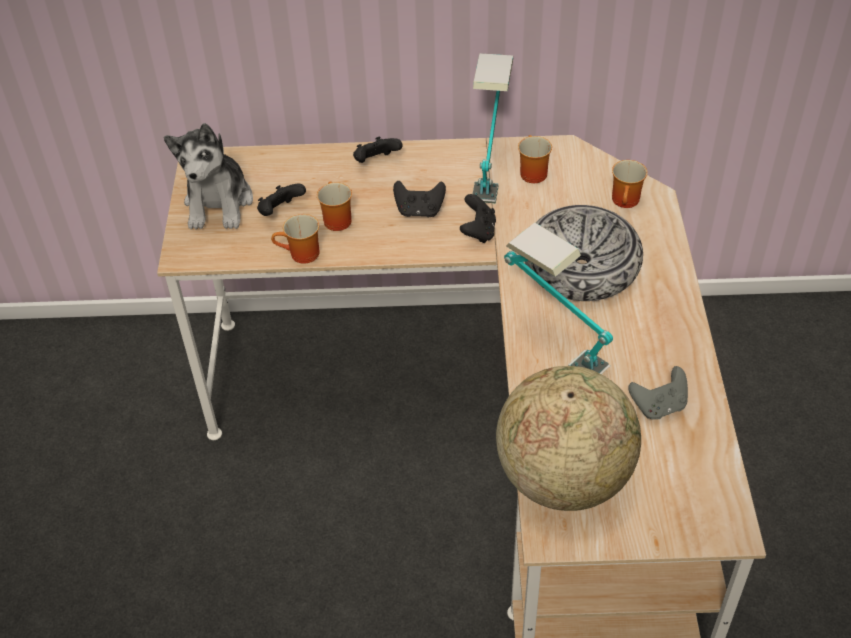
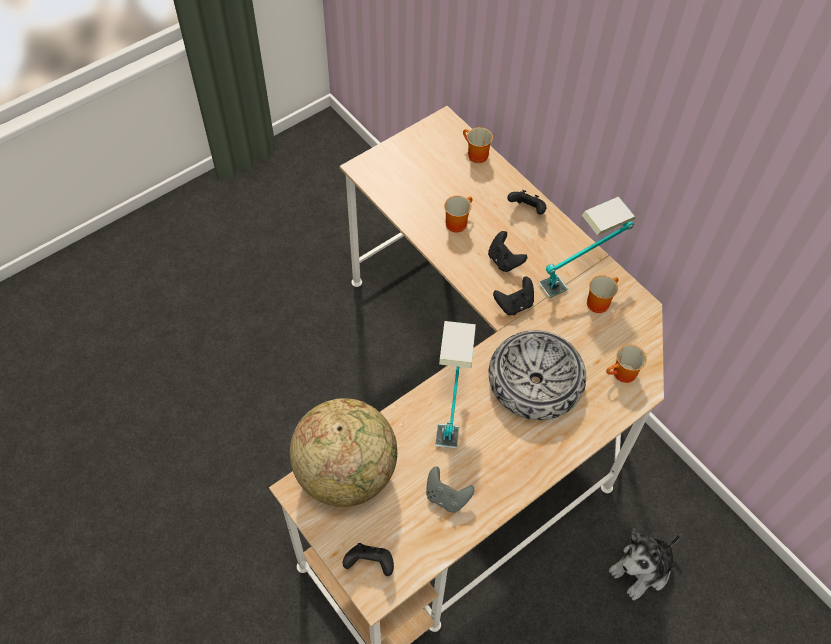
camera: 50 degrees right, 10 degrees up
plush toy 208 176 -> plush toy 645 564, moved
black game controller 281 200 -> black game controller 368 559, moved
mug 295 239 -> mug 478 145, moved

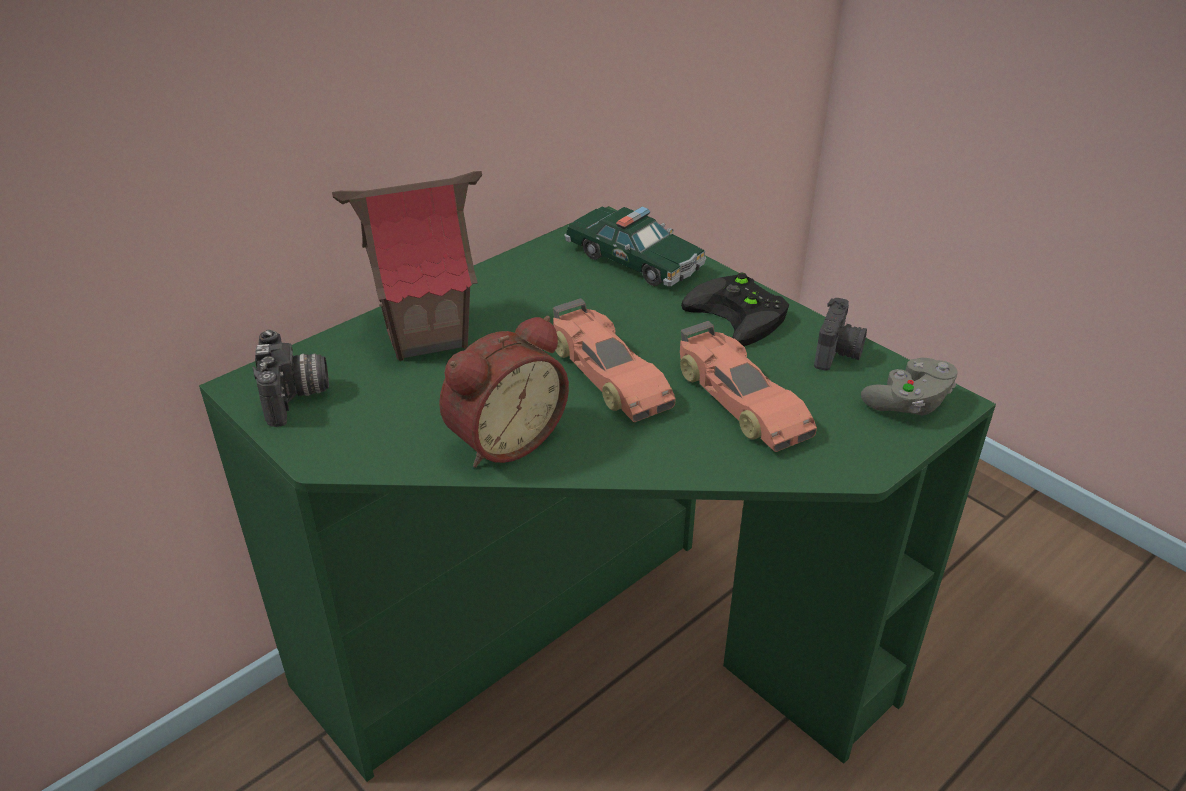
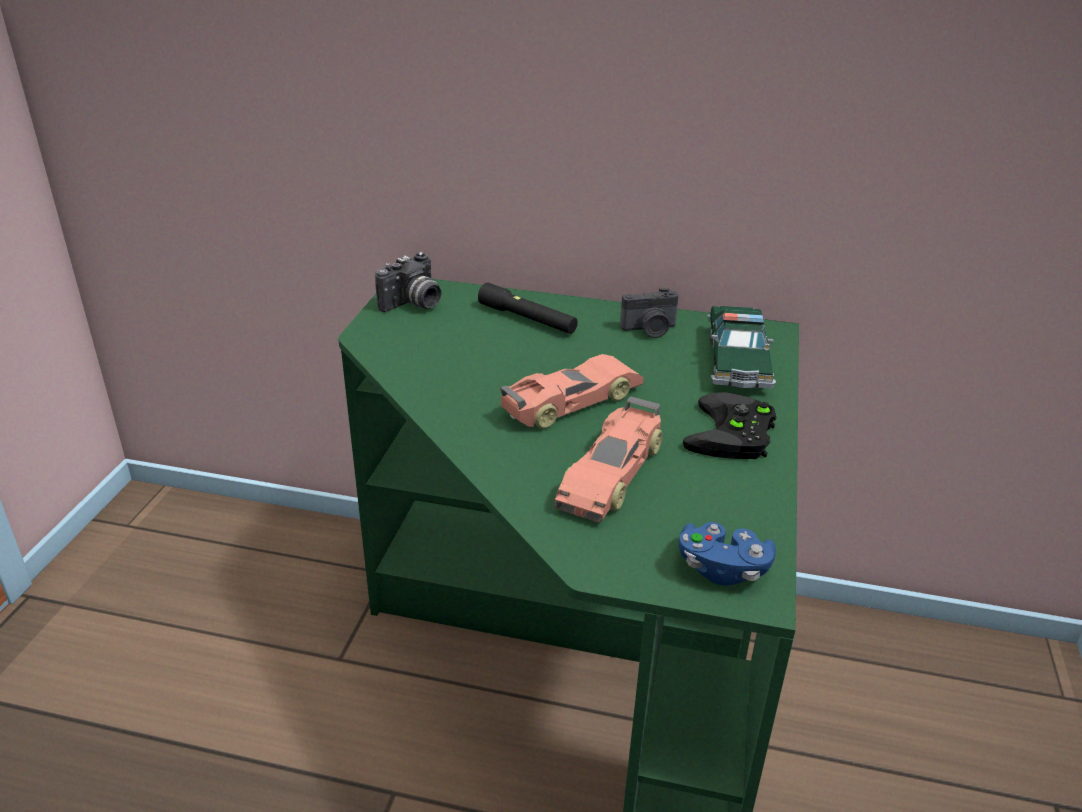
camera: 55 degrees right, 5 degrees down
toy house 407 266 -> black flashlight 528 308
alarm clock 504 392 -> none
toy car 614 360 -> toy car 572 391, 150 degrees counterclockwise
photo camera 840 334 -> photo camera 649 313, moved
grey game controller 909 386 -> blue game controller 727 554

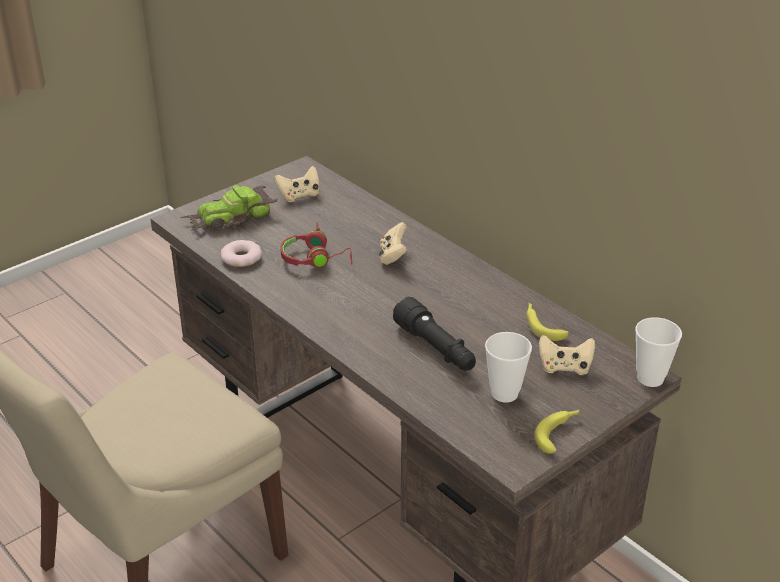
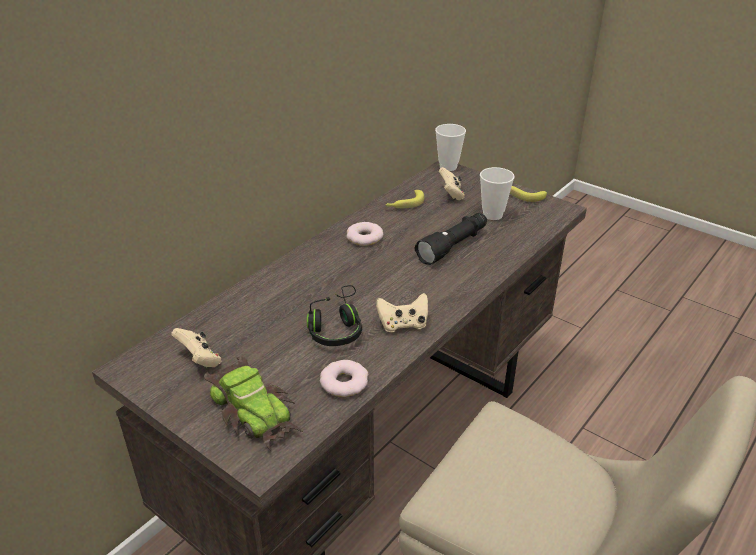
camera: 100 degrees left, 0 degrees up
red headphones 316 245 -> black headphones 334 315
beige game controller 393 243 -> beige game controller 402 313, moved
none -> donut 365 234

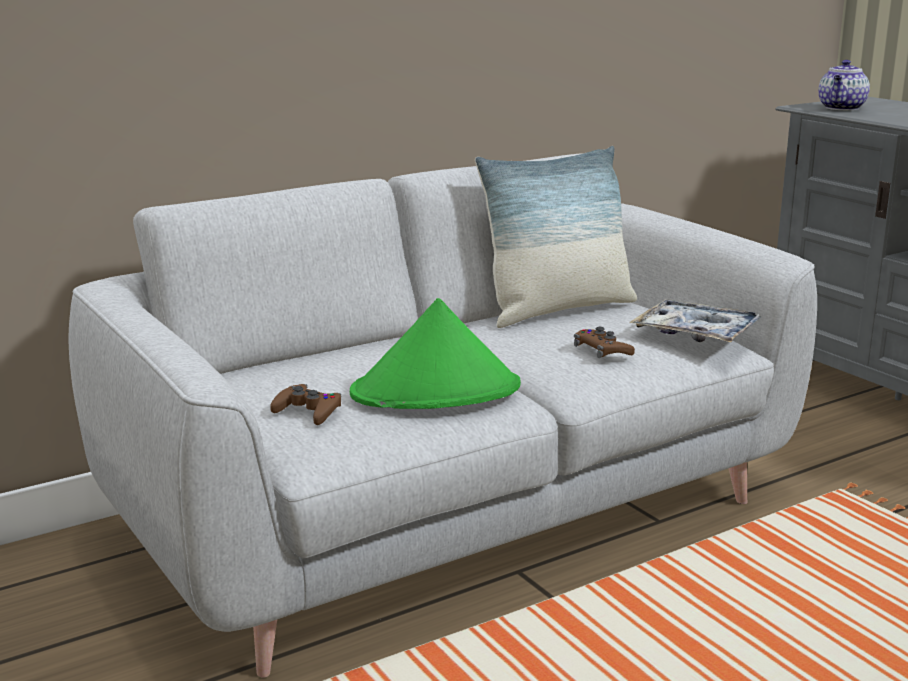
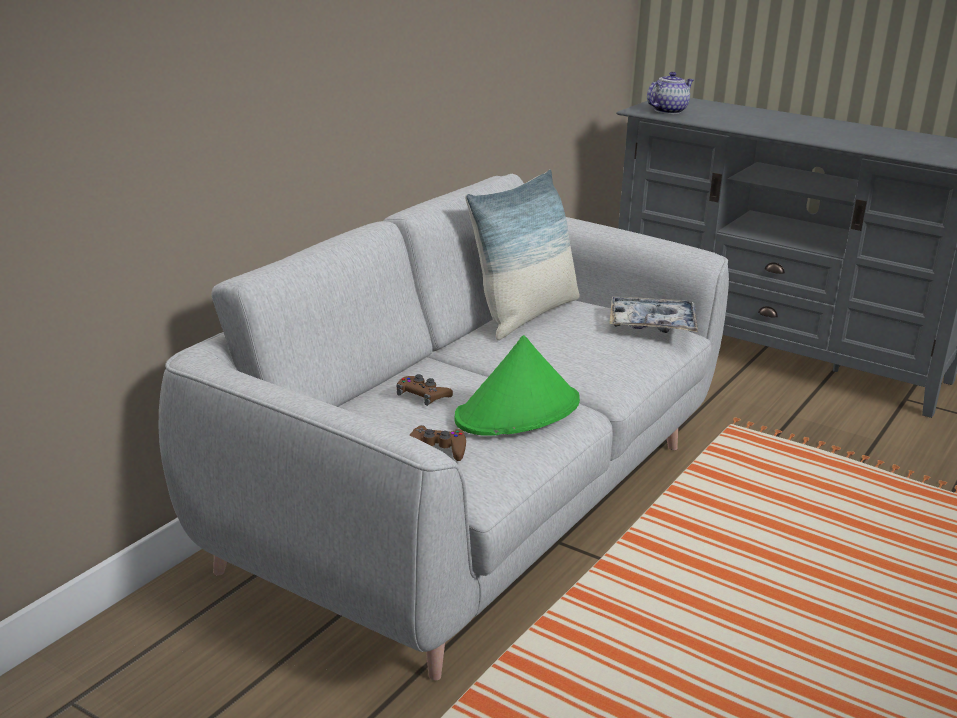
camera: 25 degrees left, 5 degrees up
brown game controller 604 342 -> brown game controller 424 390, moved
teapot 844 85 -> teapot 670 93, 135 degrees counterclockwise

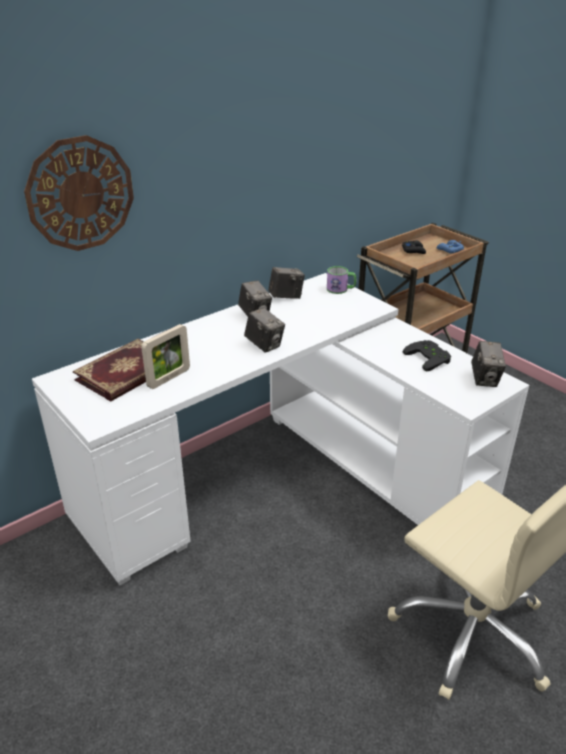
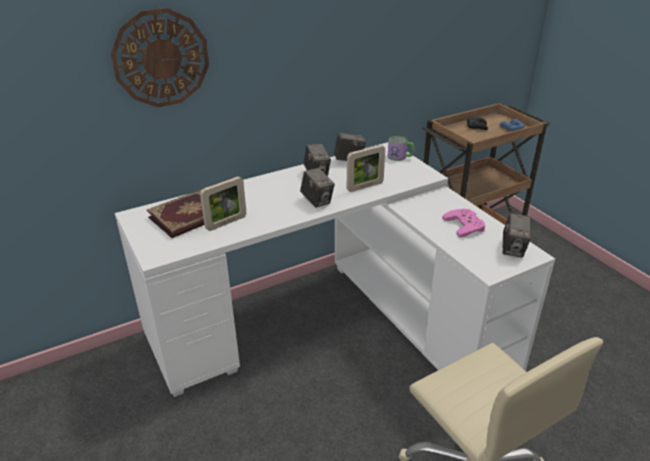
camera: 10 degrees right, 0 degrees up
black game controller 427 356 -> pink game controller 463 223
none -> picture frame 366 168

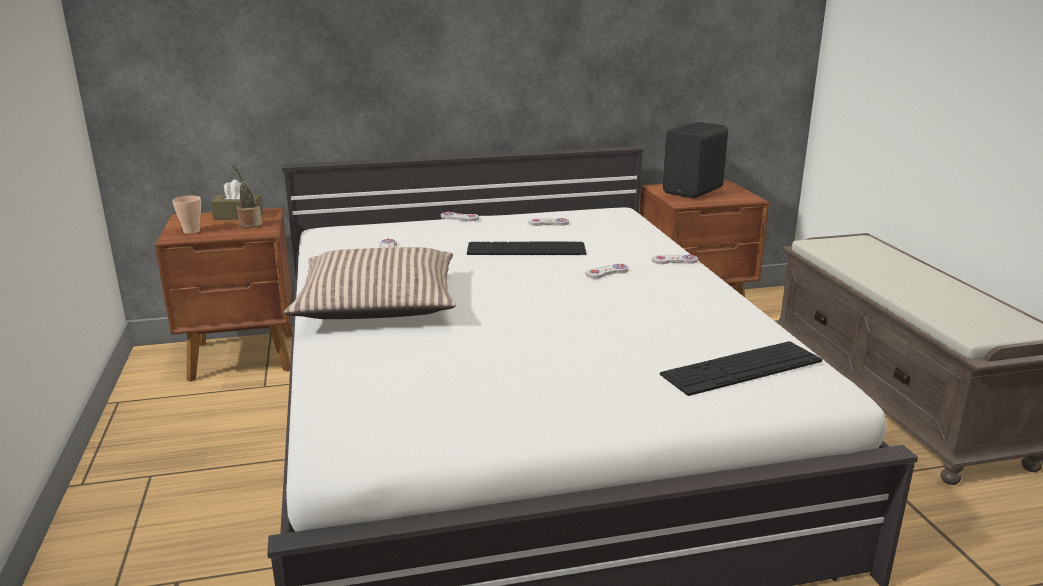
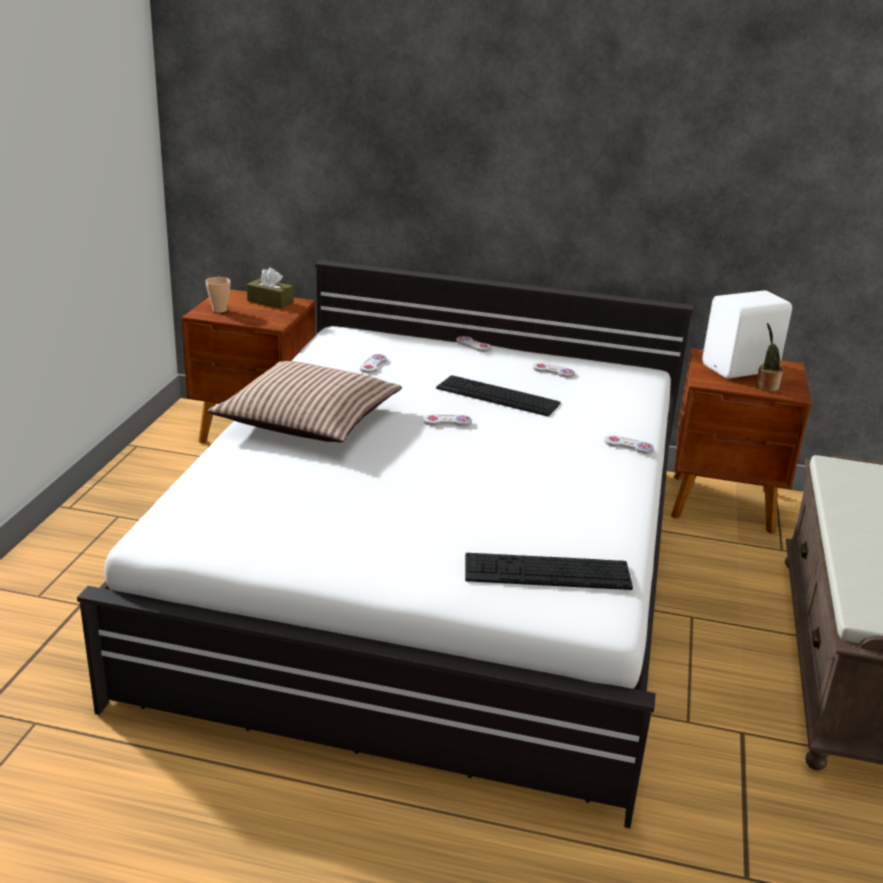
camera: 25 degrees right, 5 degrees up
potted plant 247 196 -> potted plant 769 357, moved
white game controller 607 271 -> white game controller 447 420, moved
black speaker 695 160 -> white speaker 747 334

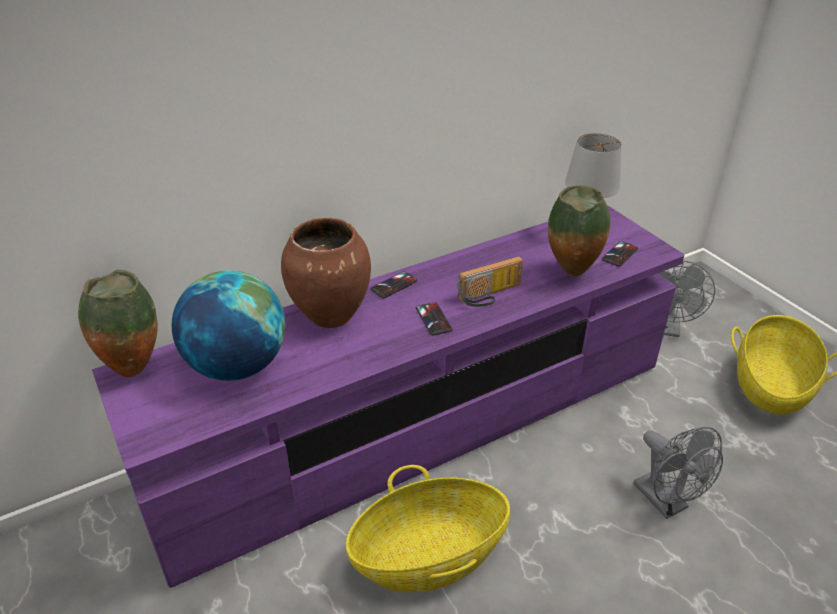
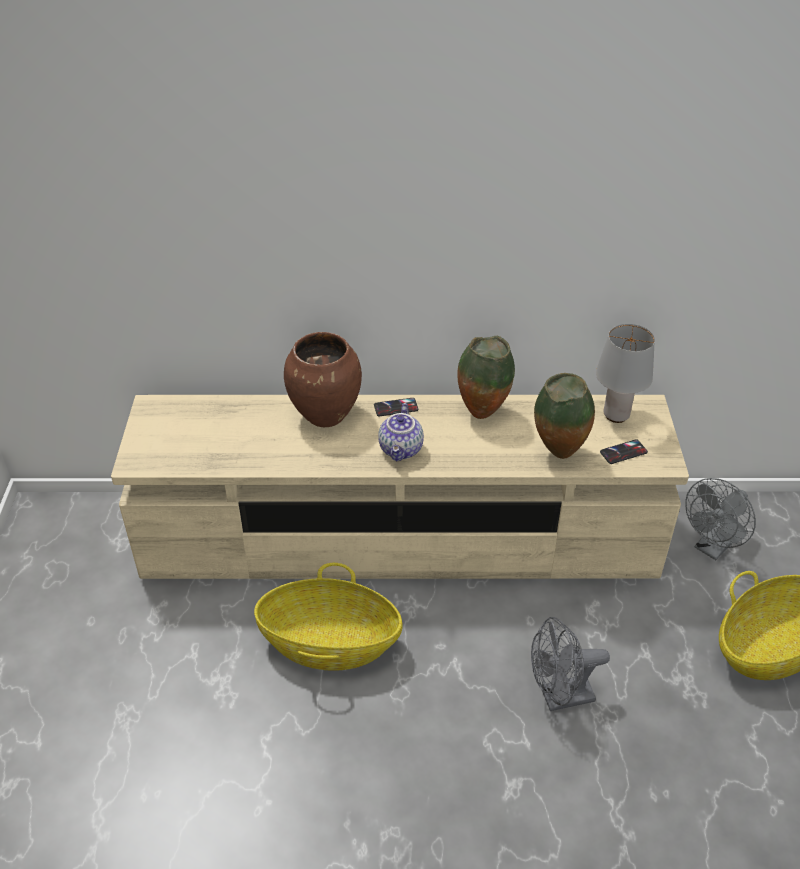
camera: 30 degrees right, 5 degrees up
vase 117 323 -> vase 486 377, moved
purple tv stand 388 396 -> beige tv stand 400 487
globe 229 325 -> none
phone 434 319 -> teapot 401 432
radio 490 281 -> none
grey fan 678 473 -> grey fan 570 664, 75 degrees clockwise

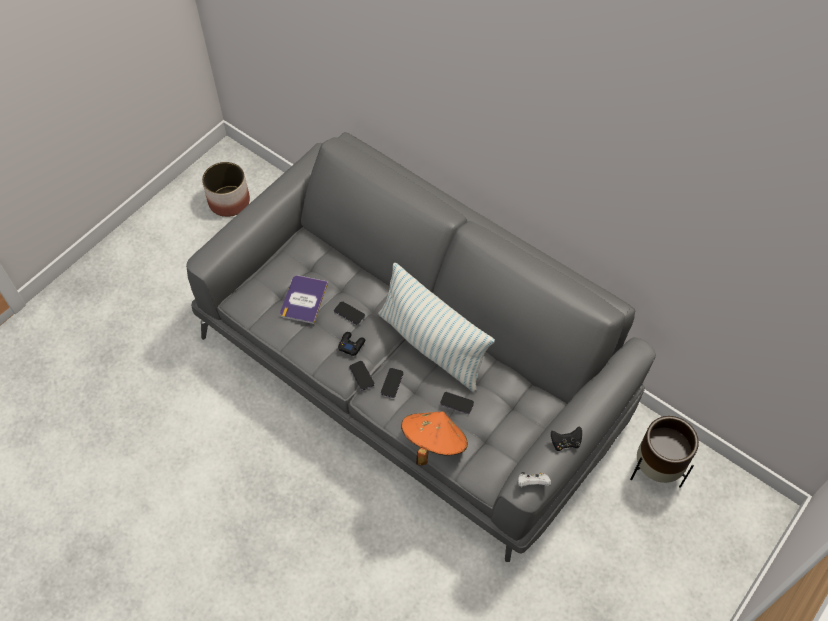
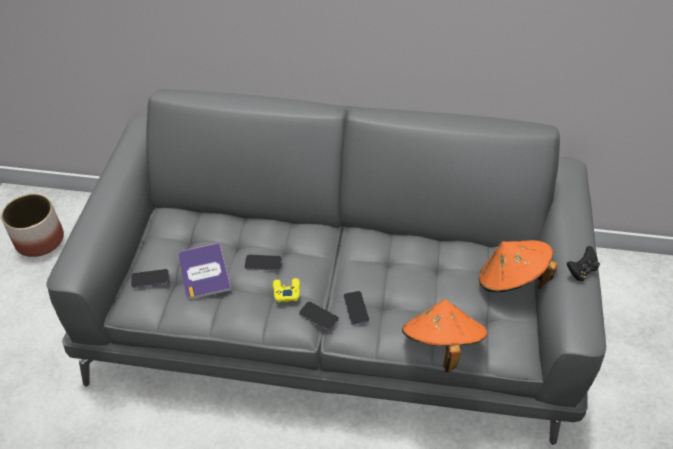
camera: 30 degrees left, 10 degrees down
black game controller 351 344 -> yellow game controller 286 290
pillow 436 327 -> none
phone 457 403 -> phone 150 278, moved
white game controller 534 479 -> none
brown planter 664 452 -> none
none -> orange hat 518 266

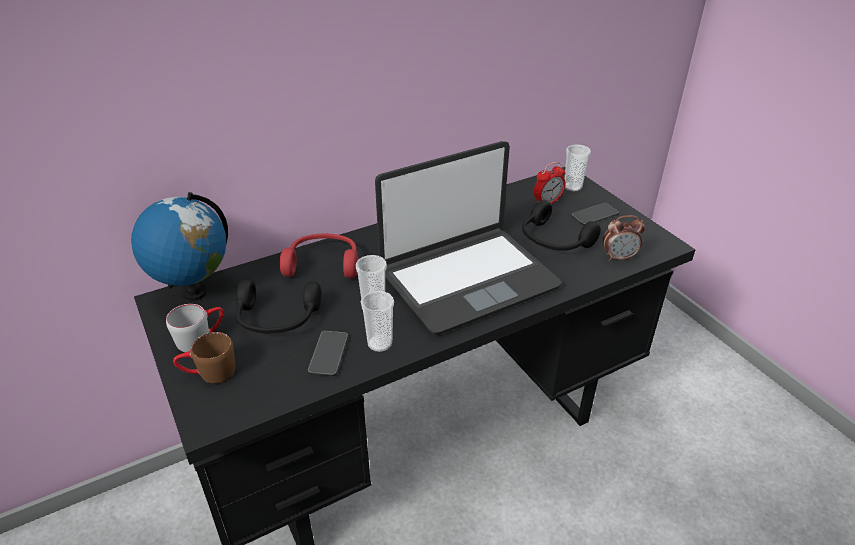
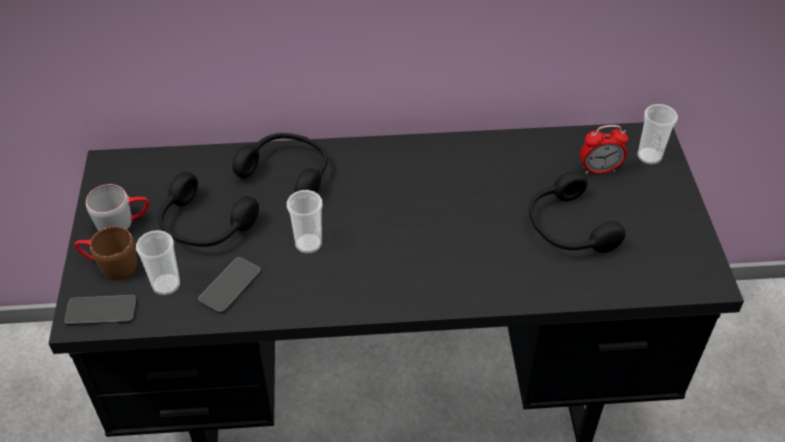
camera: 25 degrees right, 10 degrees up
globe 179 246 -> none
red headphones 319 255 -> black headphones 280 163
cup 377 321 -> cup 158 262, moved
laptop 468 238 -> none
phone 595 214 -> phone 100 310, moved
alarm clock 624 238 -> none

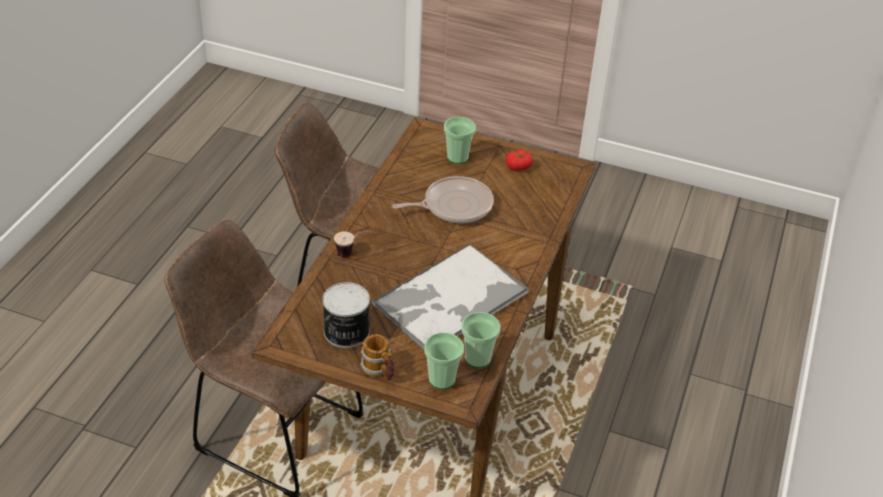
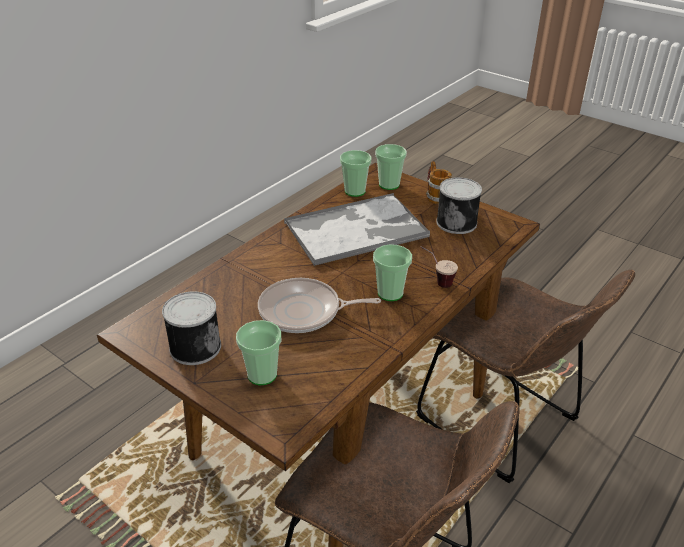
camera: 160 degrees left, 5 degrees down
tomato 519 160 -> can 191 328
none -> cup 392 272

